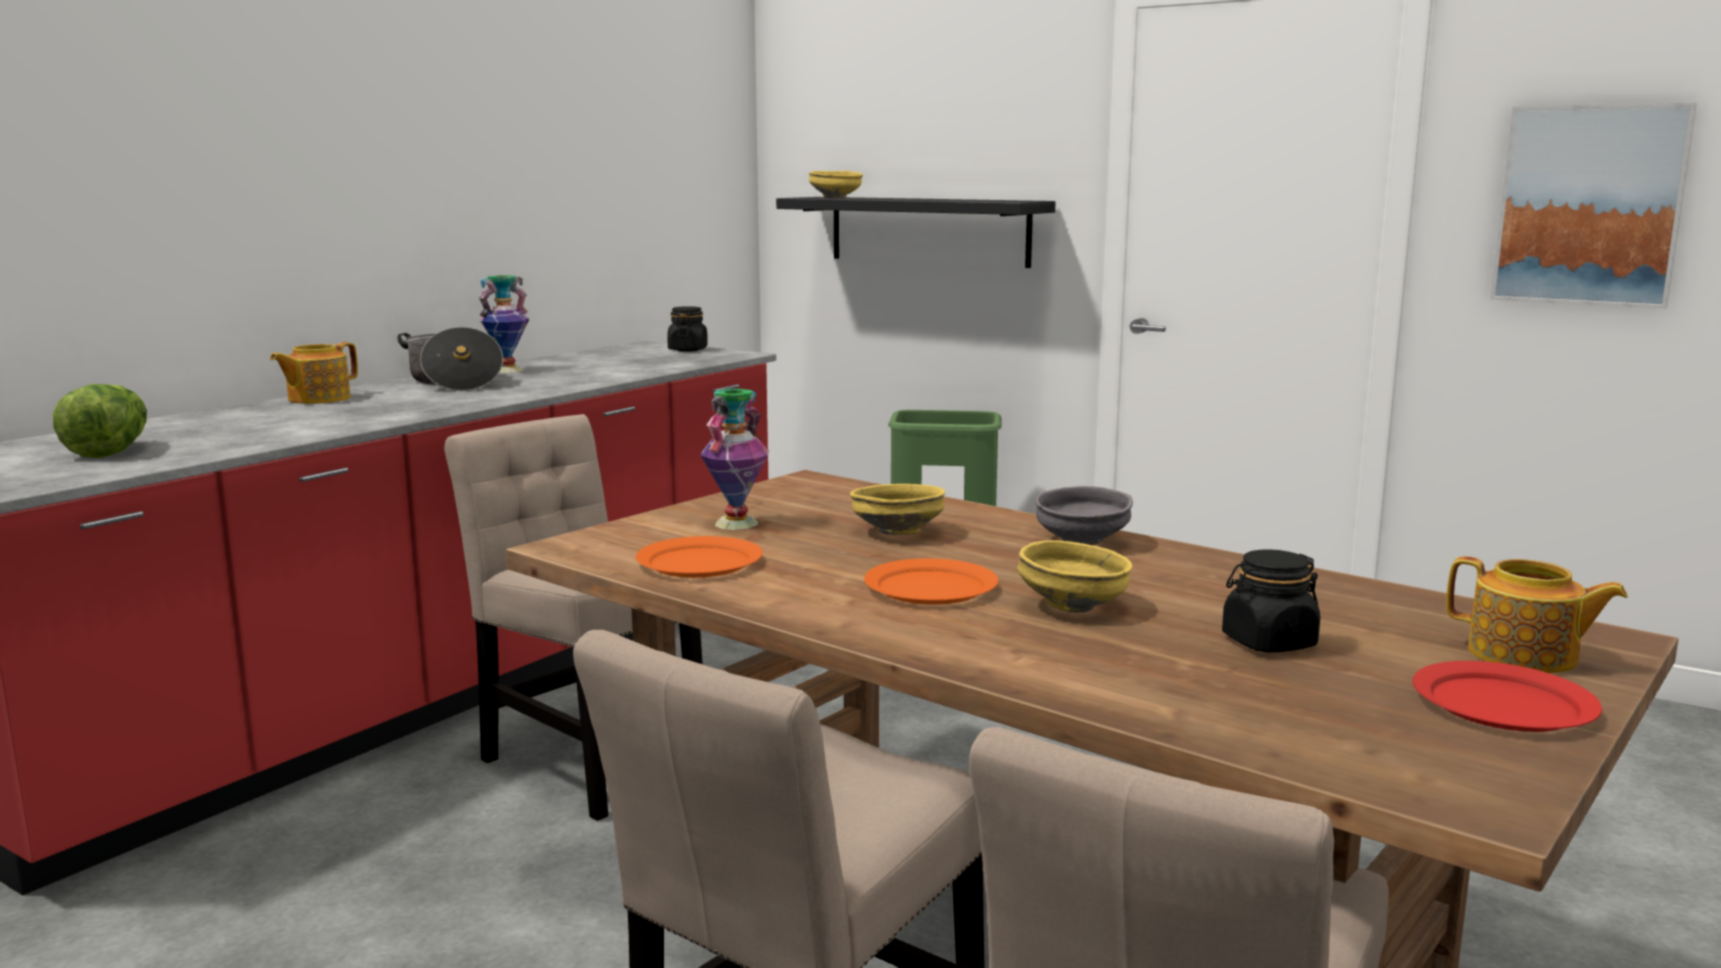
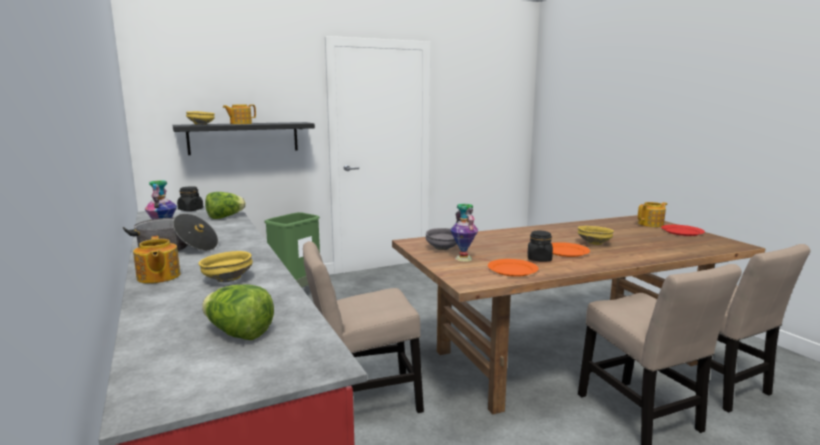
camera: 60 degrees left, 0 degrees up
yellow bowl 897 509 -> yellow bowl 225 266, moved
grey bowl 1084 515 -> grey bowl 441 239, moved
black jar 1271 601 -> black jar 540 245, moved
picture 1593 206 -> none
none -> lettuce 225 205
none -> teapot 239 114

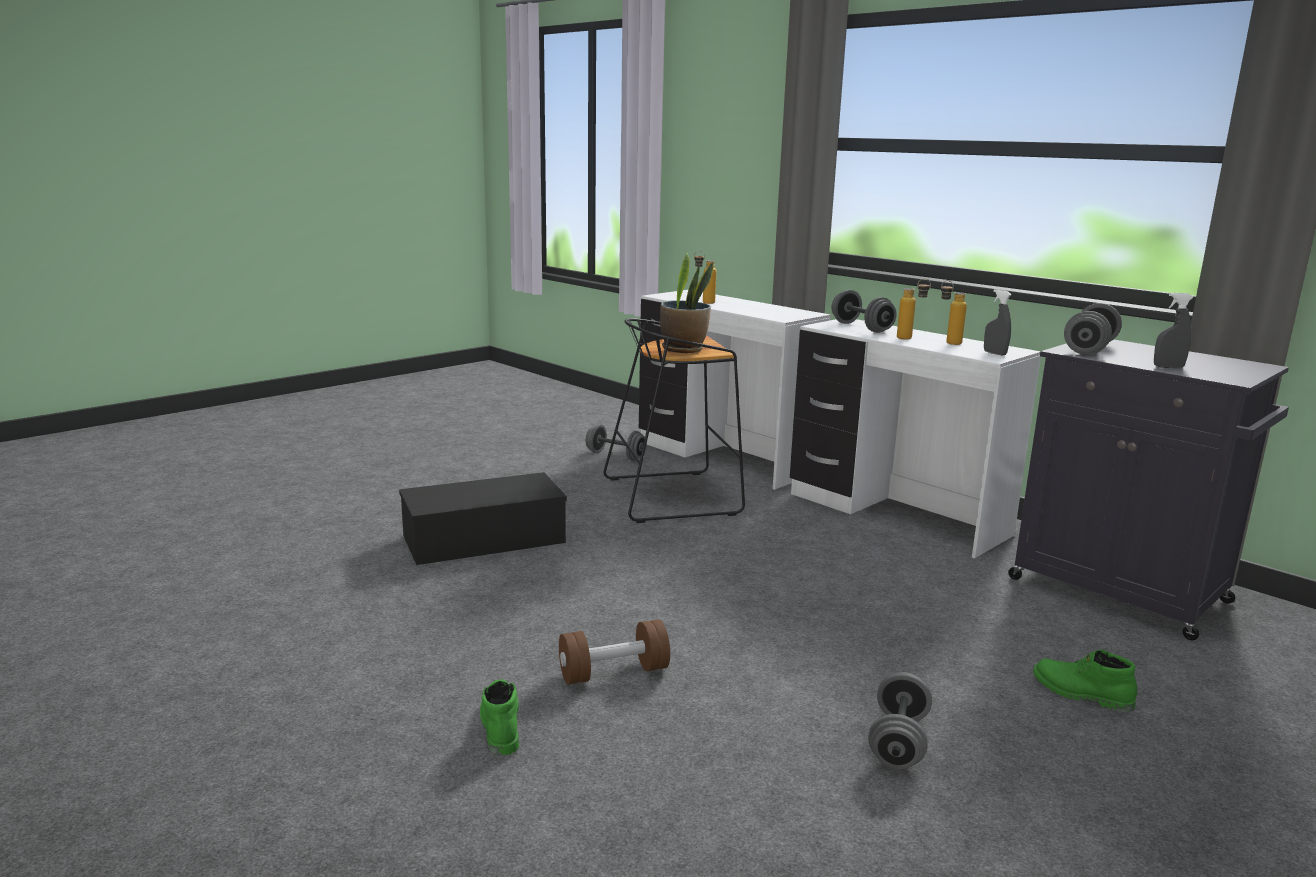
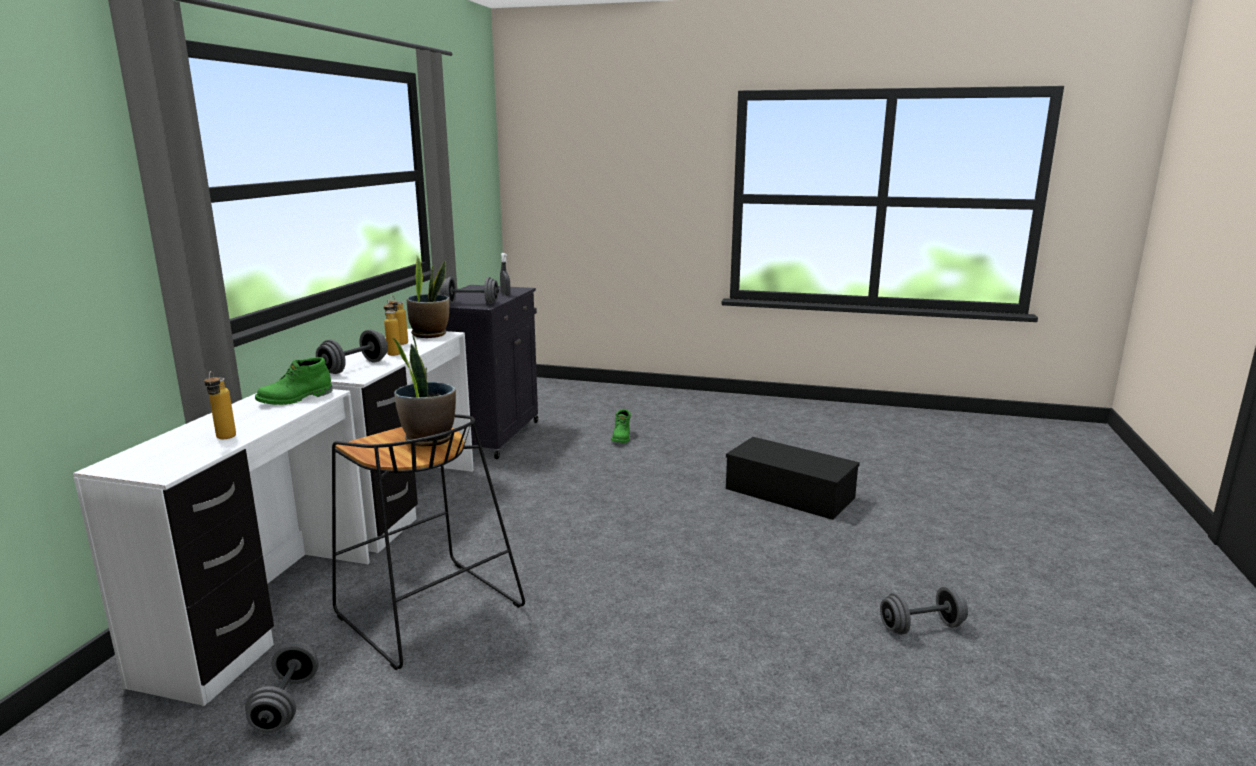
camera: 120 degrees left, 0 degrees up
black storage box 483 518 -> black storage box 793 478, moved
green boot 499 717 -> green boot 293 381, moved
brown dumbbell 614 652 -> none
grey dumbbell 900 720 -> grey dumbbell 924 610, moved
grey spray bottle 997 322 -> potted plant 428 296

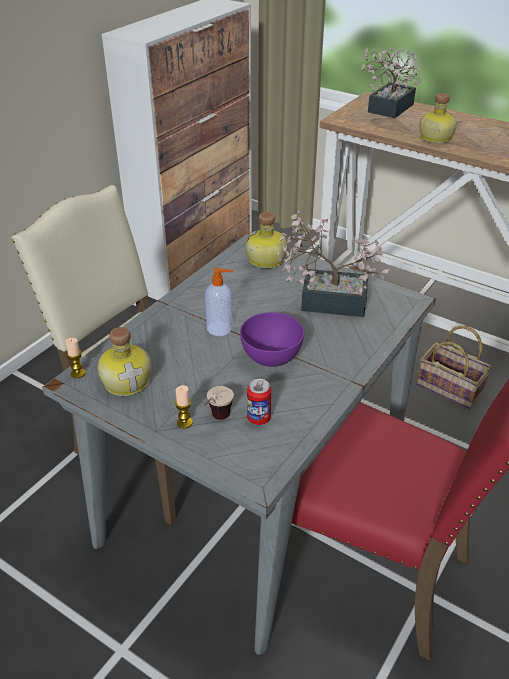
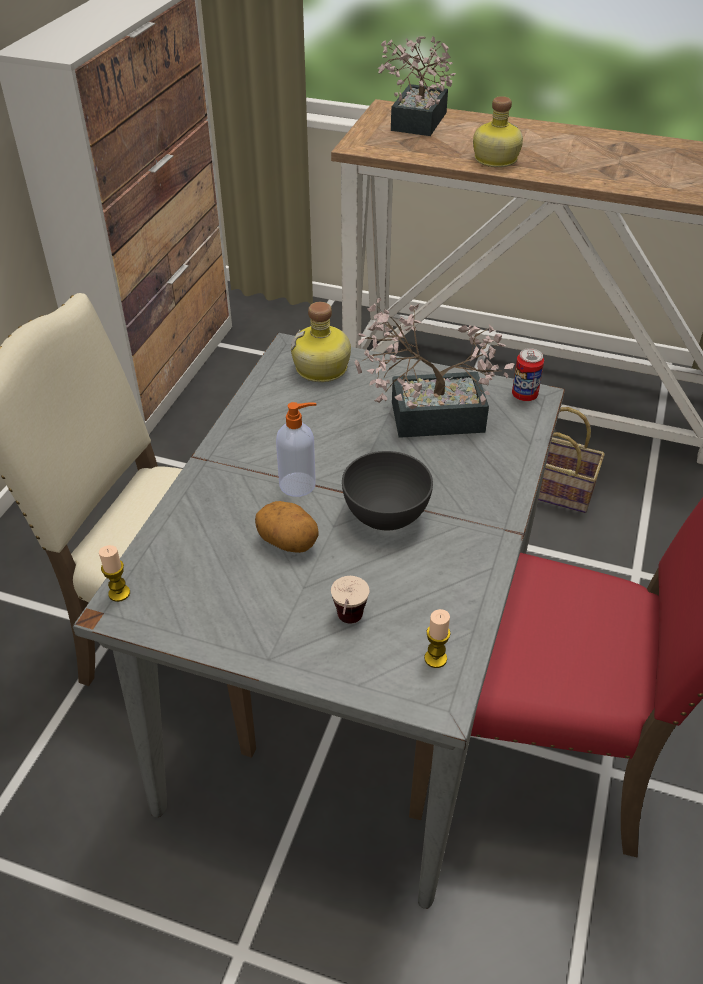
camera: 15 degrees left, 5 degrees up
bottle 124 361 -> none
candle 184 407 -> candle 437 638, moved
purple bowl 272 339 -> grey bowl 387 490
can 259 402 -> can 528 374, moved
none -> potato 287 527

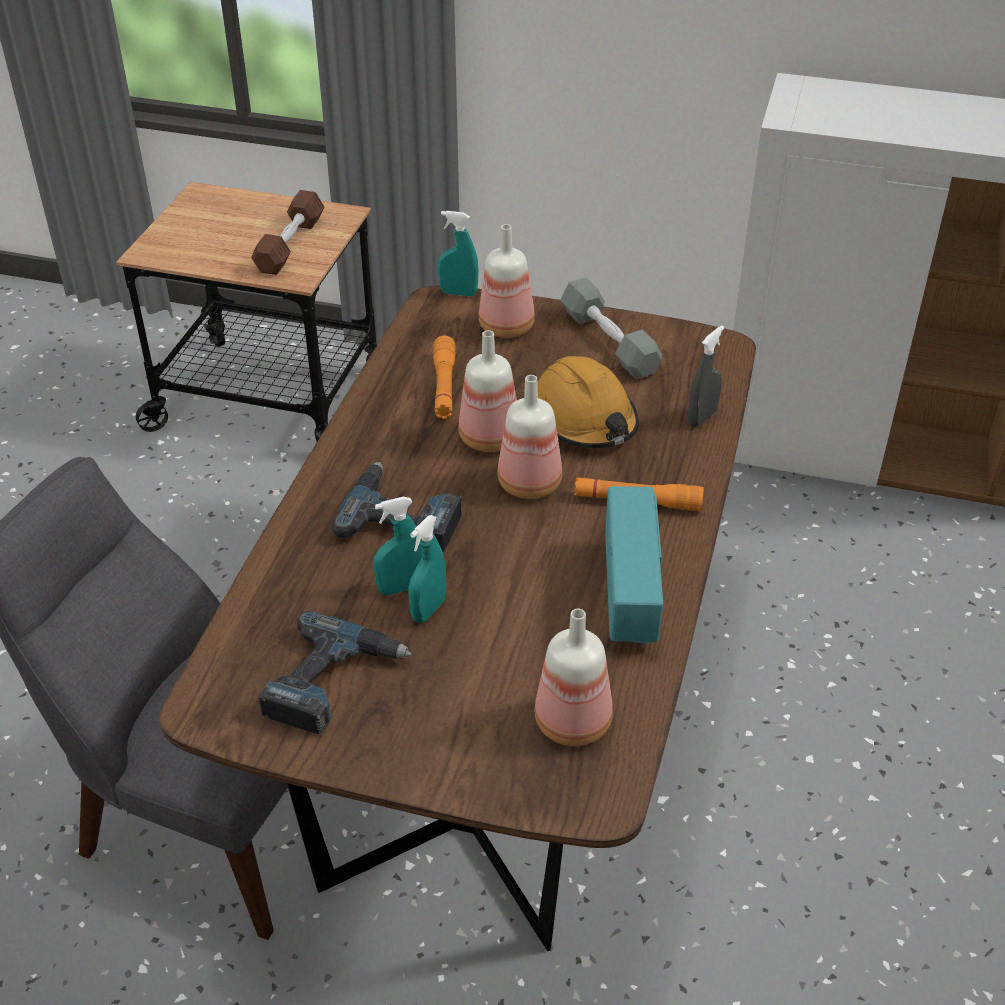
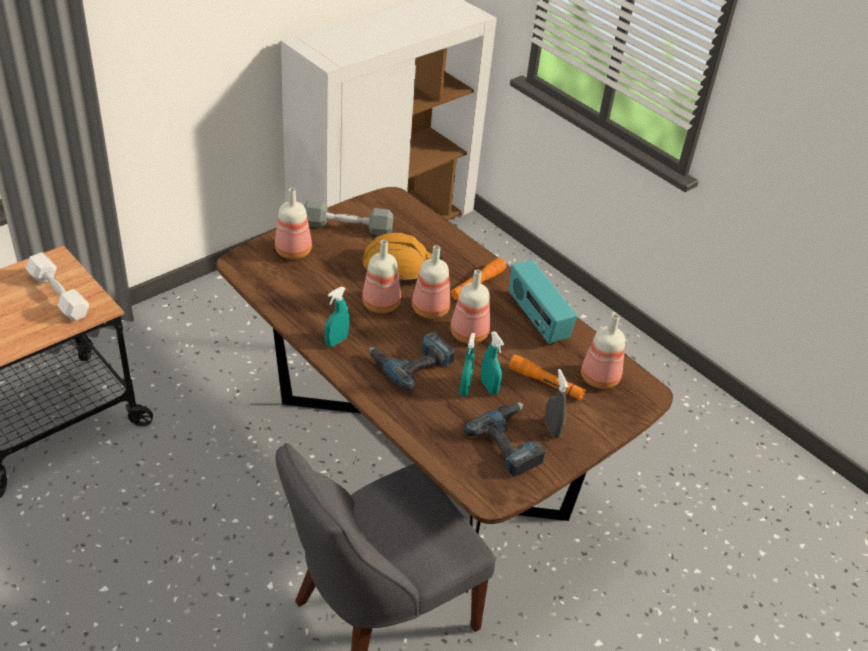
camera: 60 degrees left, 0 degrees up
brown dumbbell 287 232 -> white dumbbell 57 286
orange flashlight 444 377 -> orange flashlight 547 377, moved
turquoise spray bottle 458 253 -> turquoise spray bottle 336 317, moved
radio 634 565 -> radio 543 302, 150 degrees counterclockwise
grey spray bottle 706 376 -> grey spray bottle 557 403, moved
none -> bottle 470 307

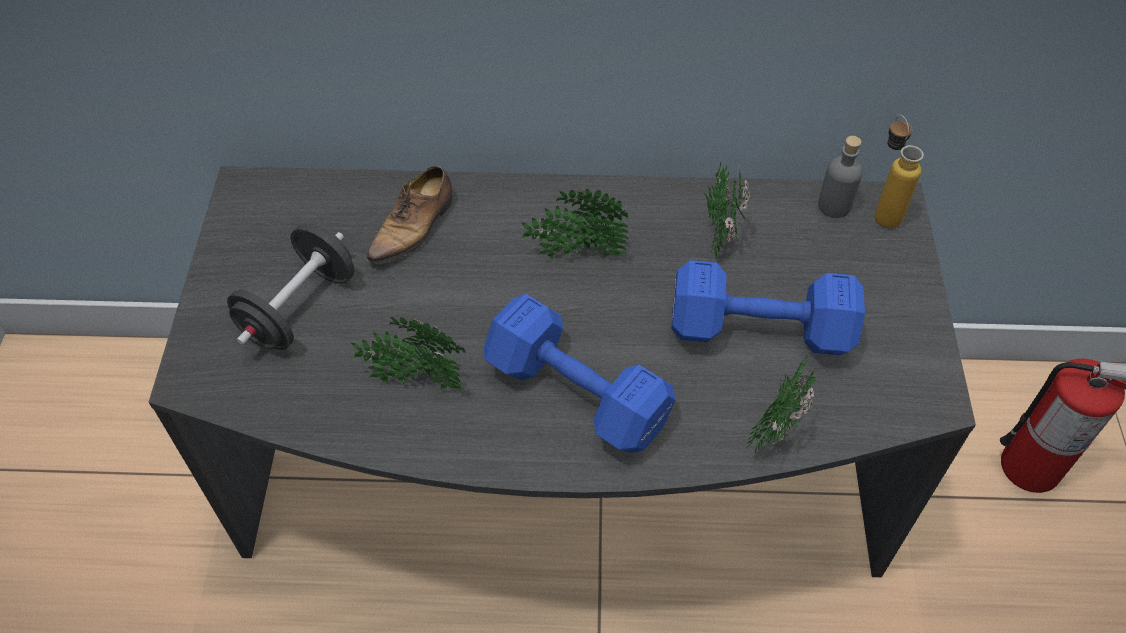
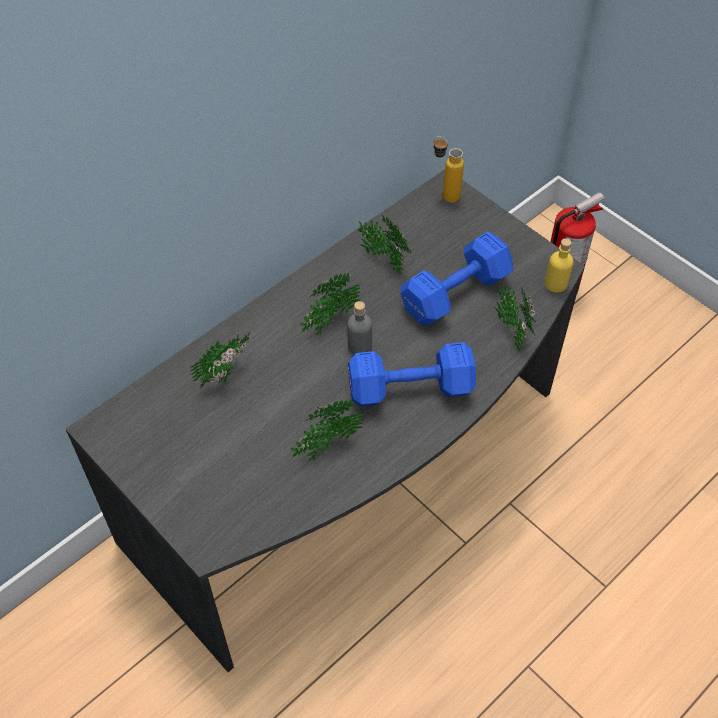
camera: 45 degrees left, 0 degrees up
black dumbbell 290 287 -> none
shoe 409 215 -> potted plant 220 360
grey bottle 840 177 -> grey bottle 359 327, moved
none -> yellow bottle 559 265

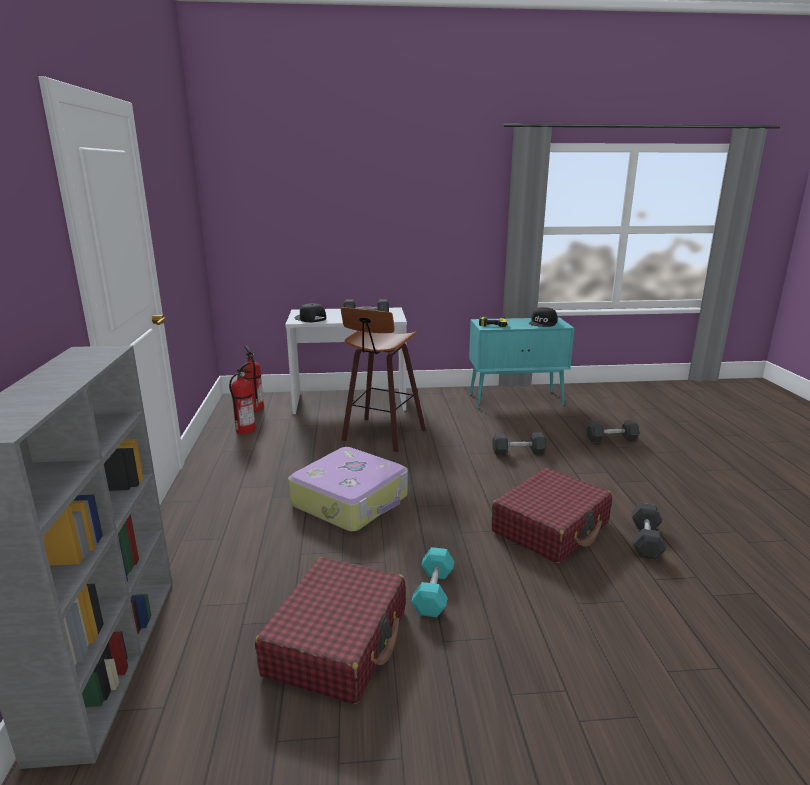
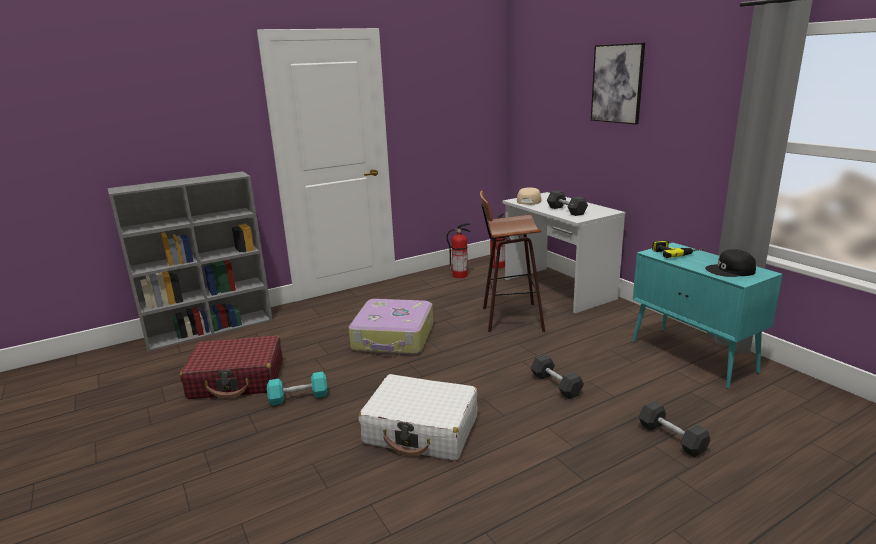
camera: 65 degrees right, 0 degrees up
black cap 310 312 -> beige cap 530 196
red suitcase 551 515 -> white suitcase 418 417
grey dumbbell 648 531 -> none
none -> picture 618 84

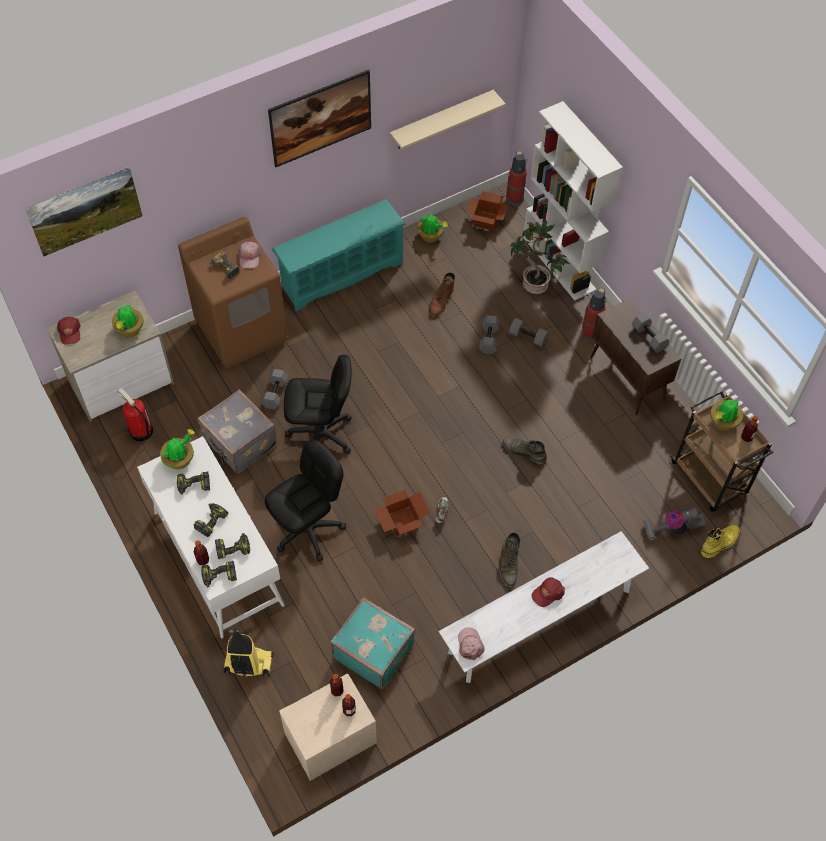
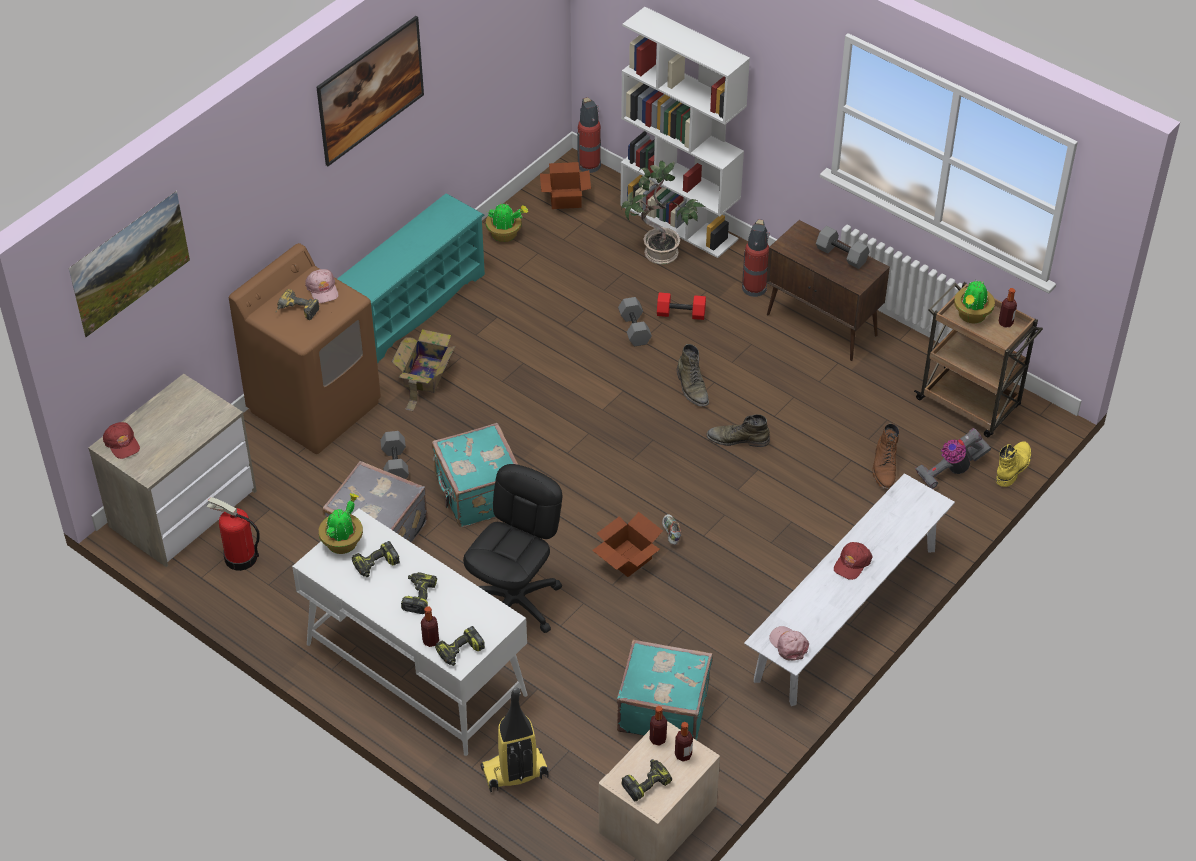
camera: 20 degrees left, 10 degrees down
potted plant 128 321 -> none
power drill 232 546 -> power drill 647 780, moved
black office chair 318 404 -> turquoise suitcase 475 475
beige shelf 448 119 -> none
brown boot 442 294 -> brown boot 886 456, moved
green boot 509 559 -> green boot 693 375, moved
grey dumbbell 529 332 -> red dumbbell 681 306
none -> cardboard box 424 370

